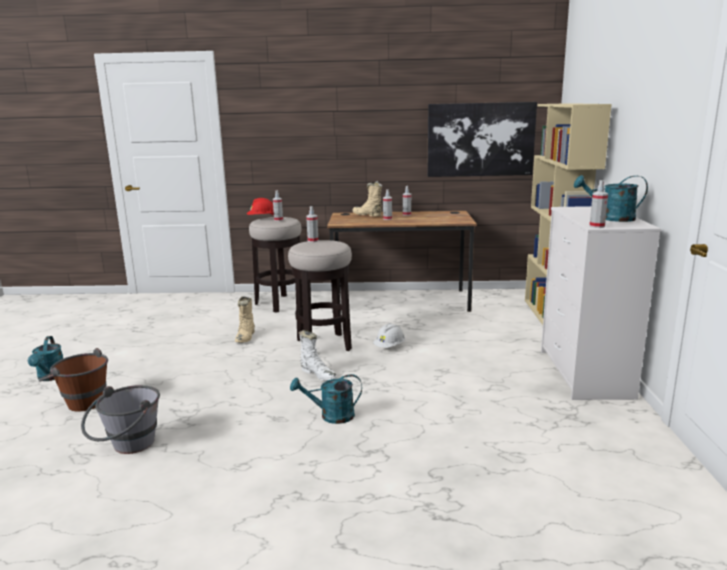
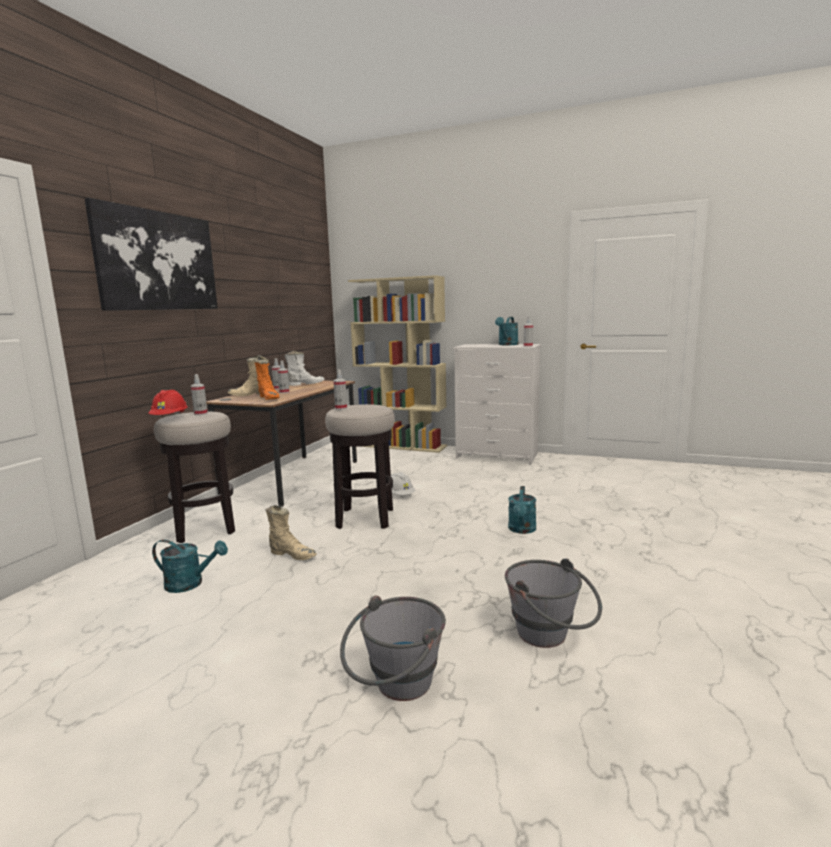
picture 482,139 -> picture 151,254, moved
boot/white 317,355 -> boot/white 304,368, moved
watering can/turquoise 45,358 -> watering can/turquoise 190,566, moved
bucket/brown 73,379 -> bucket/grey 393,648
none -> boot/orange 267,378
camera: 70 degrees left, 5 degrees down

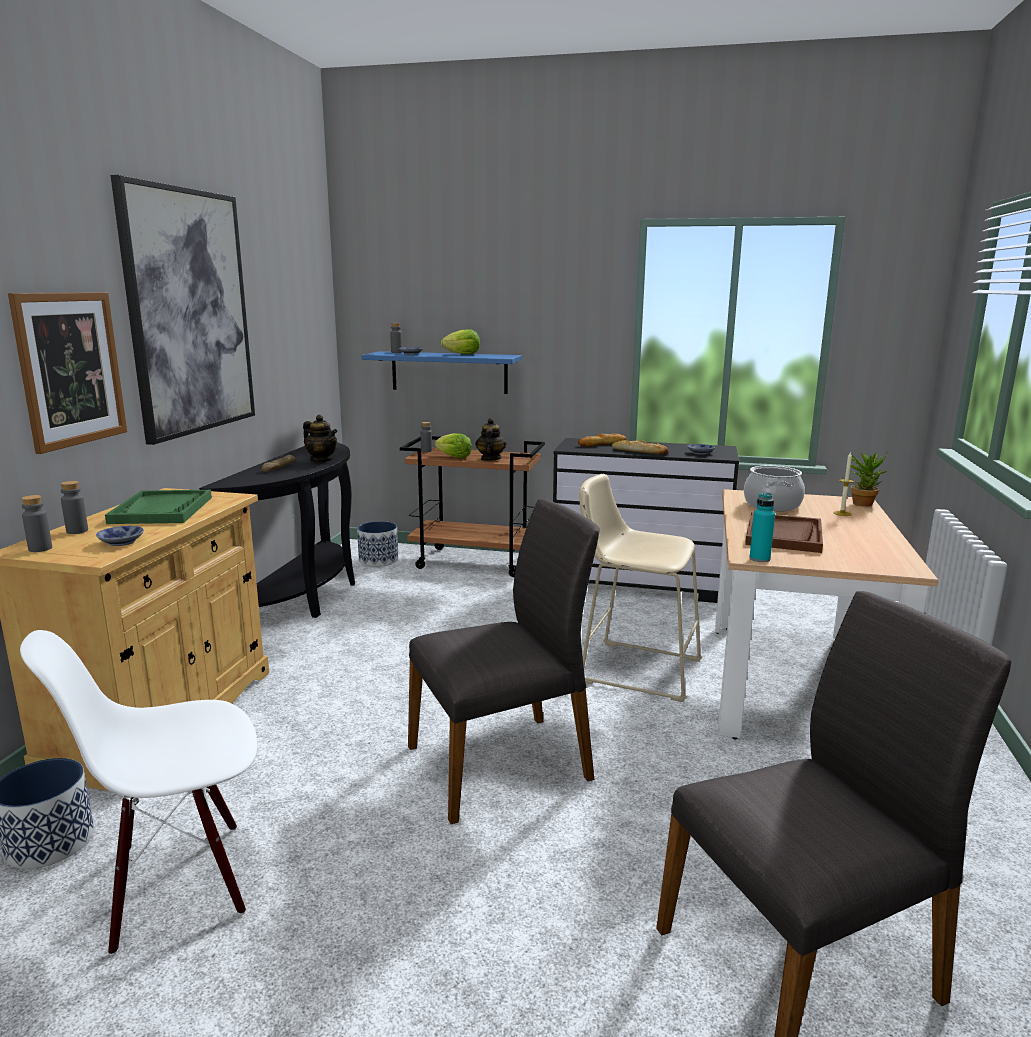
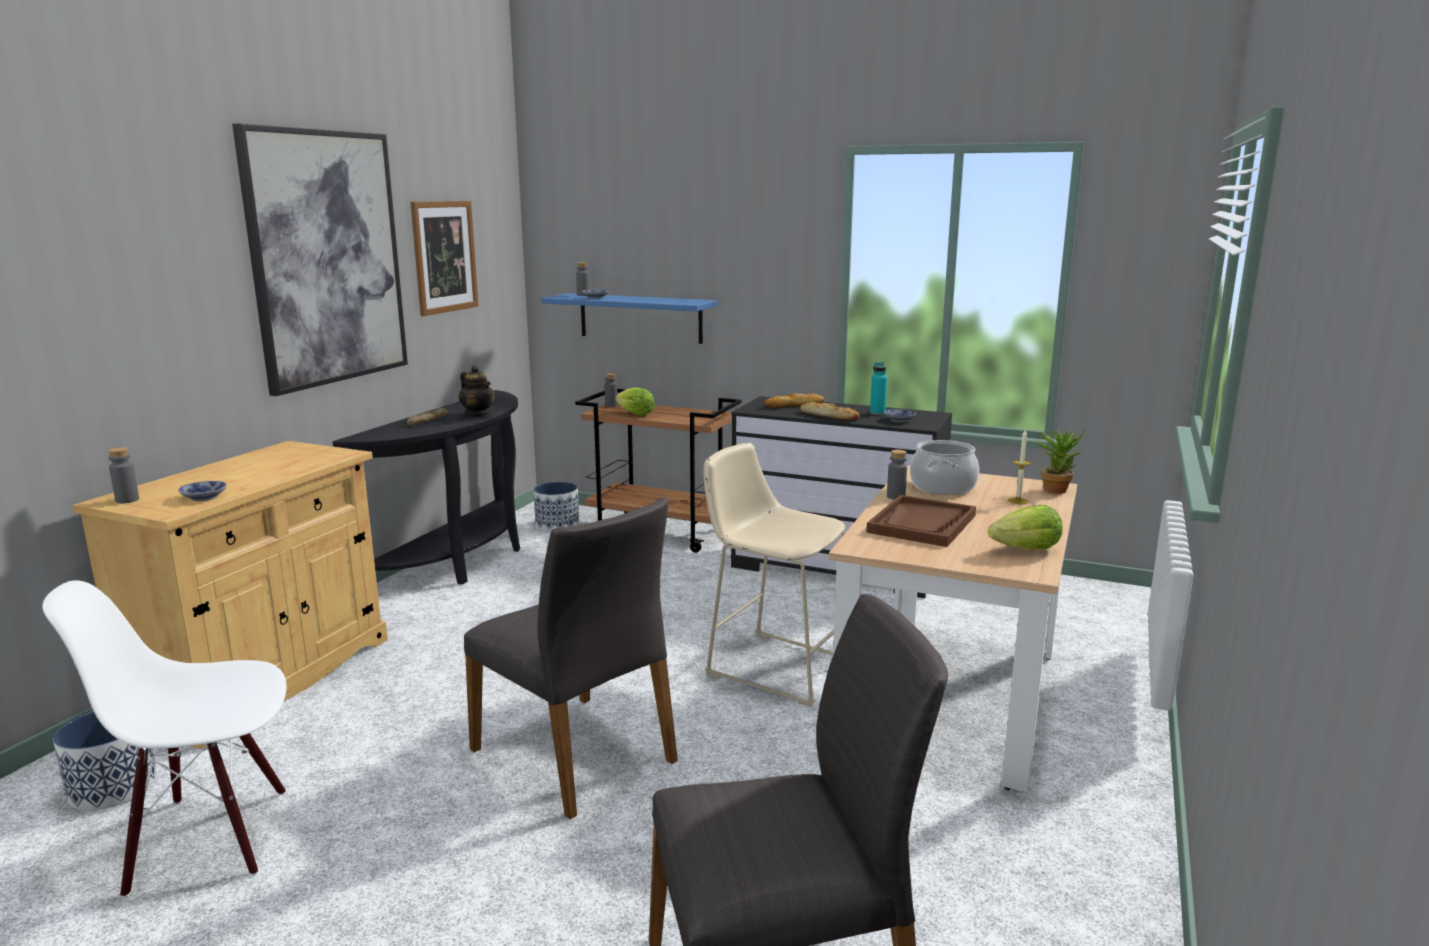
picture 67,373 -> picture 444,258, moved
lettuce 460,341 -> lettuce 1025,527, moved
teapot 491,439 -> none
bottle/grey 74,507 -> bottle/grey 897,475, moved
tray/green 158,507 -> none
bottle/turquoise 762,527 -> bottle/turquoise 878,388, moved
chair/grey 504,661 -> chair/grey 571,658, 60 degrees clockwise
camera: 10 degrees right, 0 degrees up

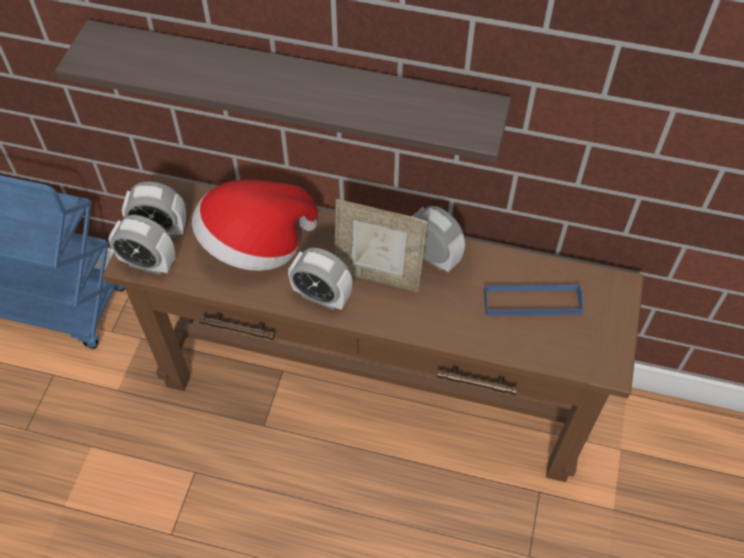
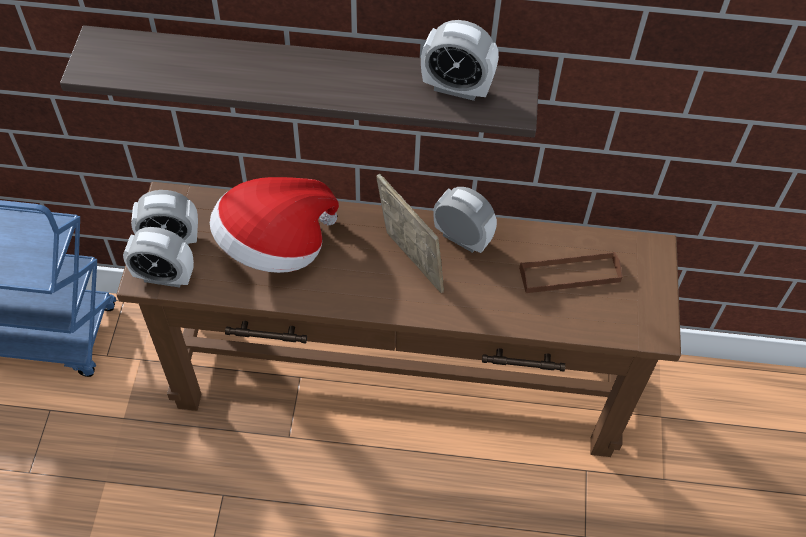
picture frame 381,246 -> picture frame 410,233, 135 degrees counterclockwise
alarm clock 320,279 -> alarm clock 460,60, moved
tray/blue 533,299 -> tray/brown 571,272
camera: 10 degrees left, 0 degrees up

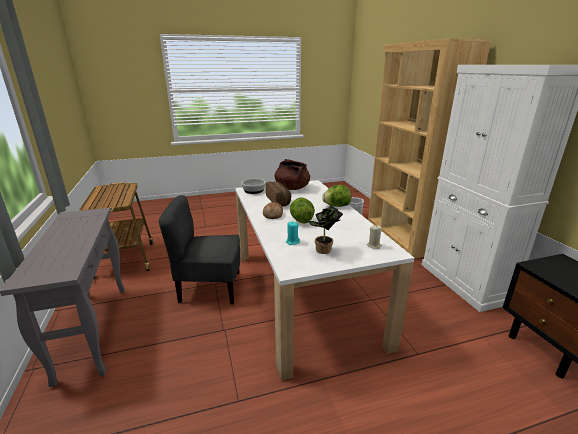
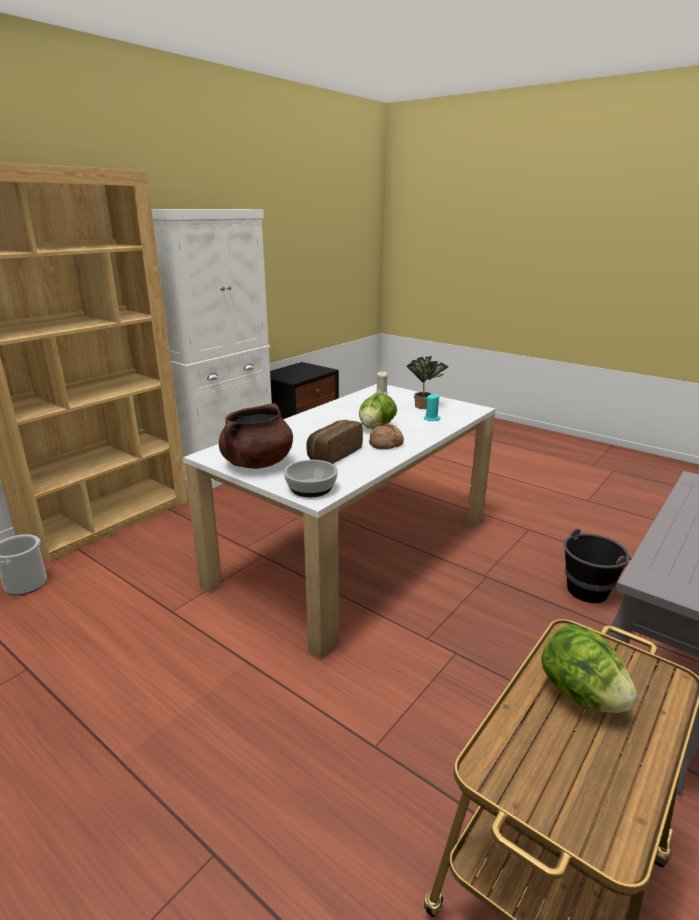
lettuce 336,196 -> lettuce 590,668, moved
chair/grey 199,249 -> none
none -> bucket/black 597,566
camera: 125 degrees left, 0 degrees up

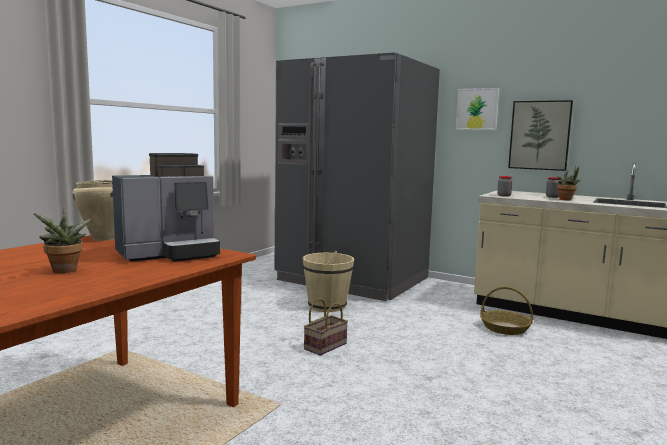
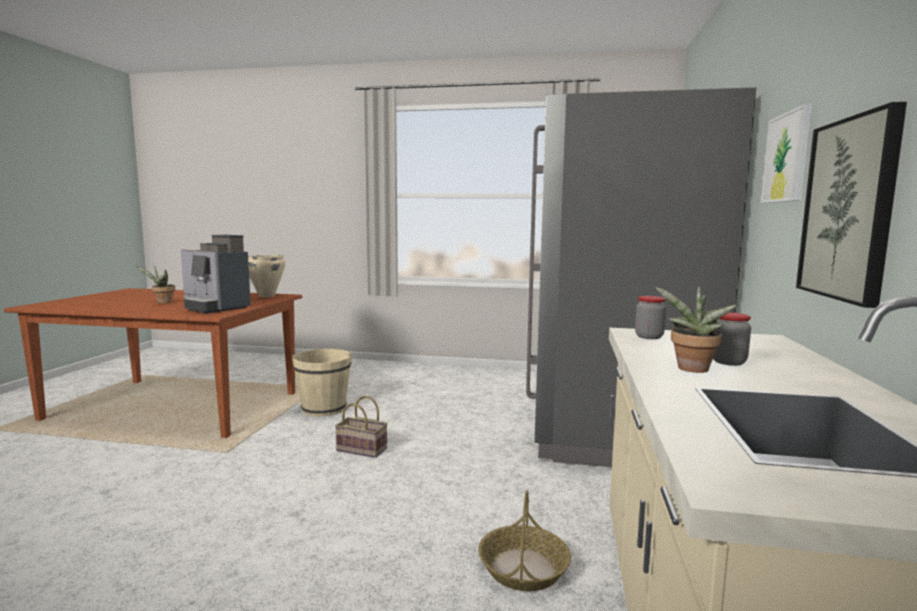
bucket/beige 328,281 -> bucket/beige 322,383, moved
camera: 70 degrees right, 0 degrees up

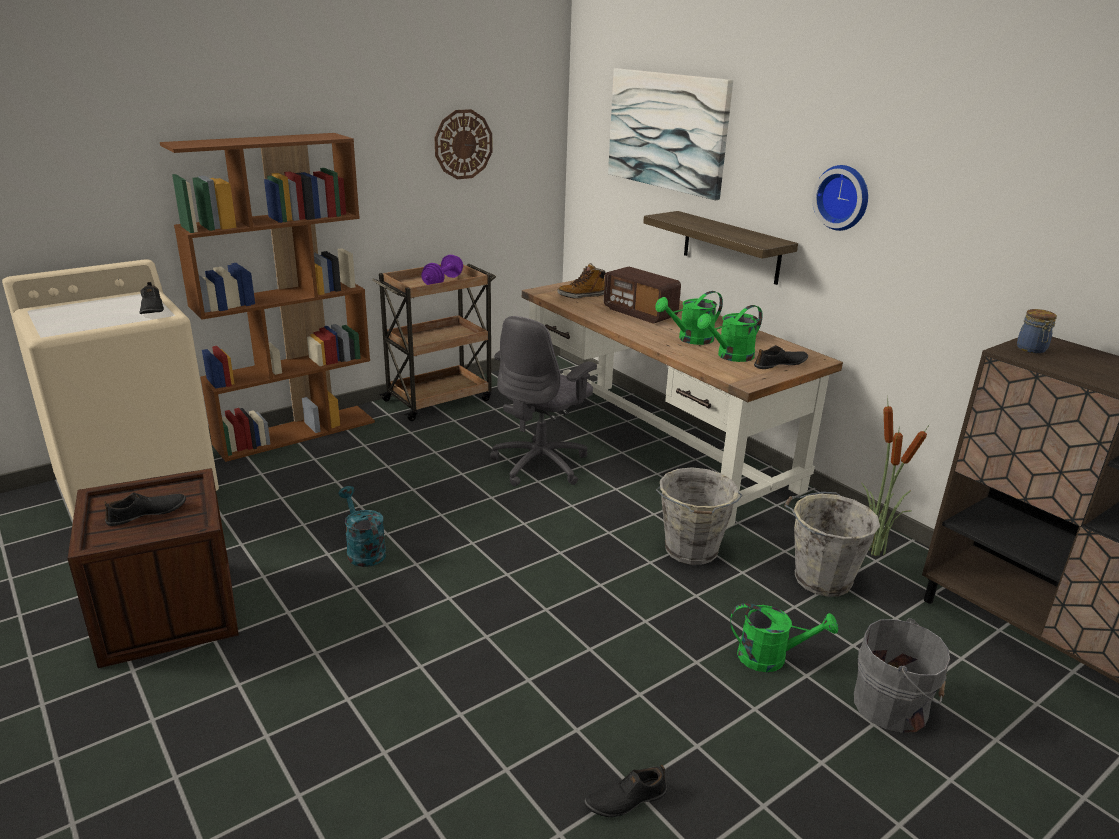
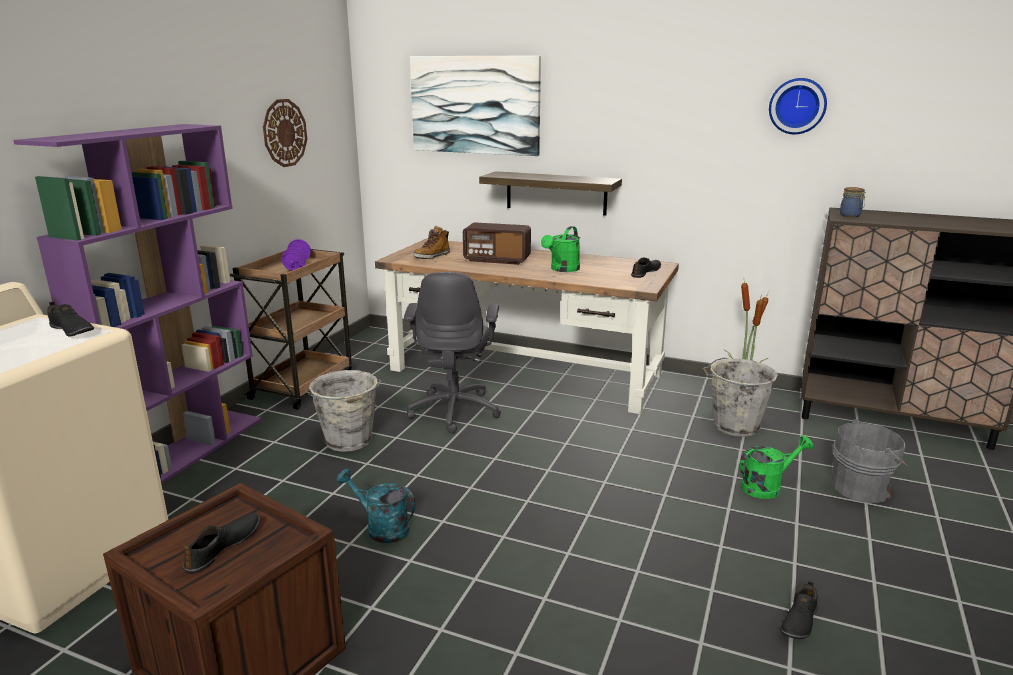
bookcase/brown 267,297 -> bookcase/purple 137,304
wall clock 840,198 -> wall clock 798,106, moved
watering can/green 730,333 -> none
bucket/grey 699,516 -> bucket/grey 344,411, moved
camera: 30 degrees left, 5 degrees down

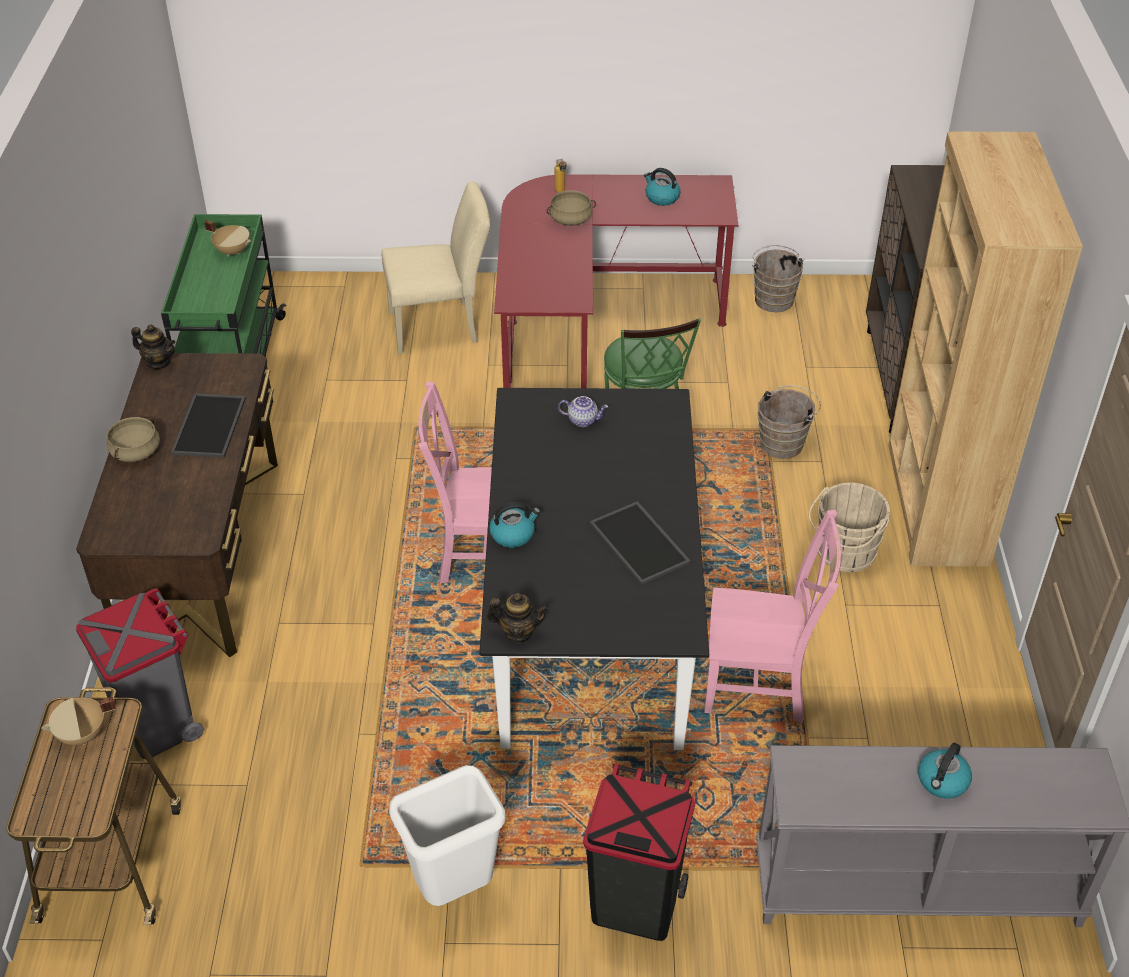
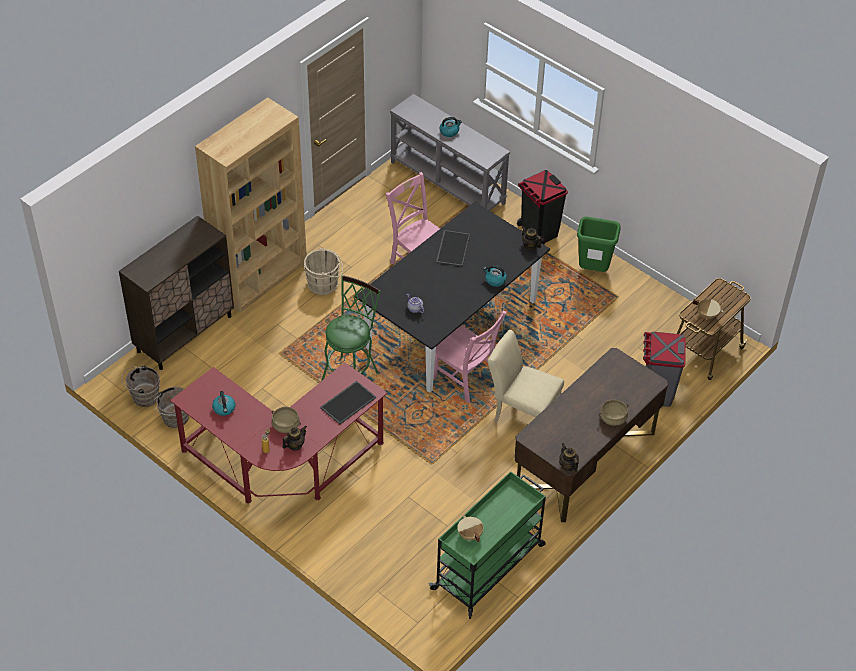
chair/beige 435,268 -> chair/beige 526,376, moved
bucket/brown 789,422 -> bucket/brown 140,386, moved
tray 208,426 -> tray 348,402, moved
trash can/white 447,835 -> trash can/green 599,244
none -> teapot 294,437
camera: 140 degrees left, 5 degrees up

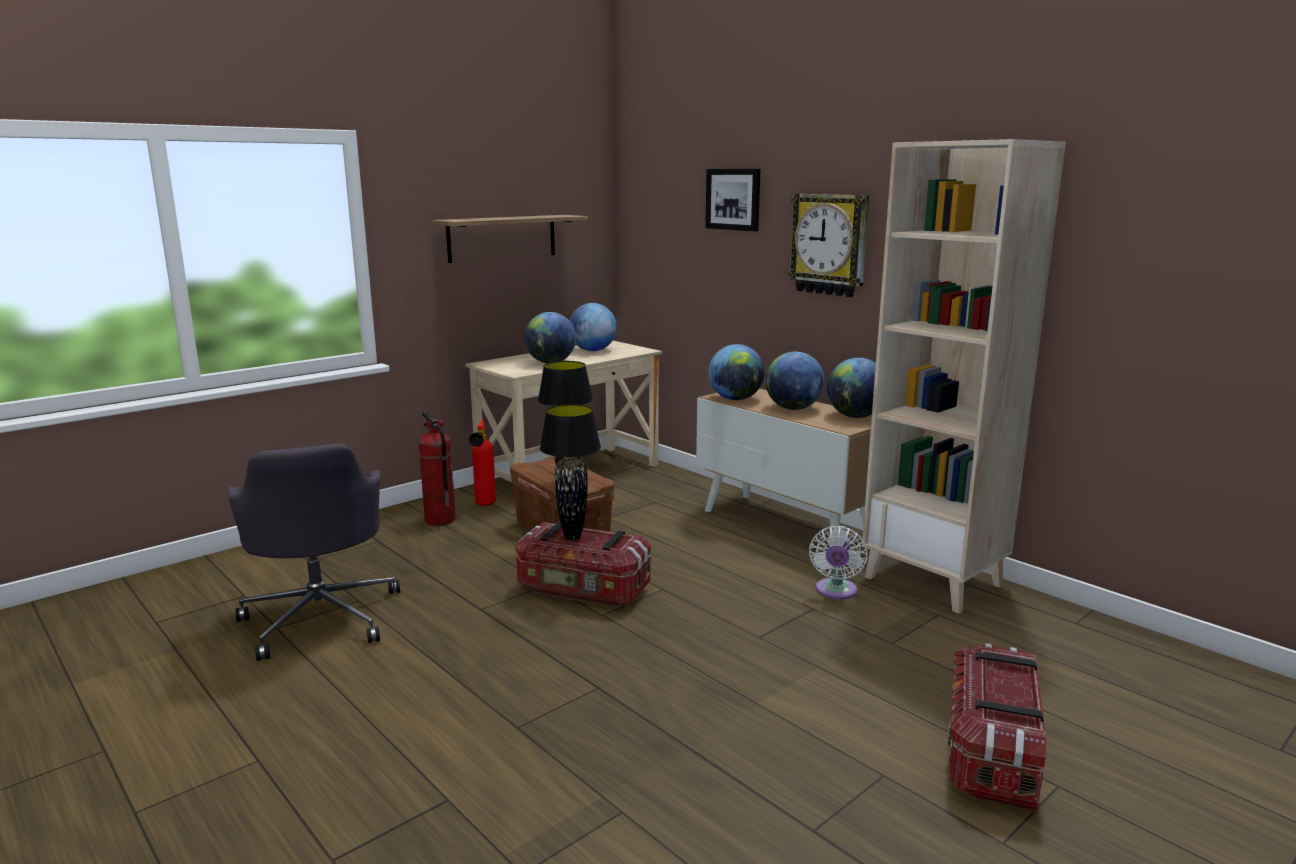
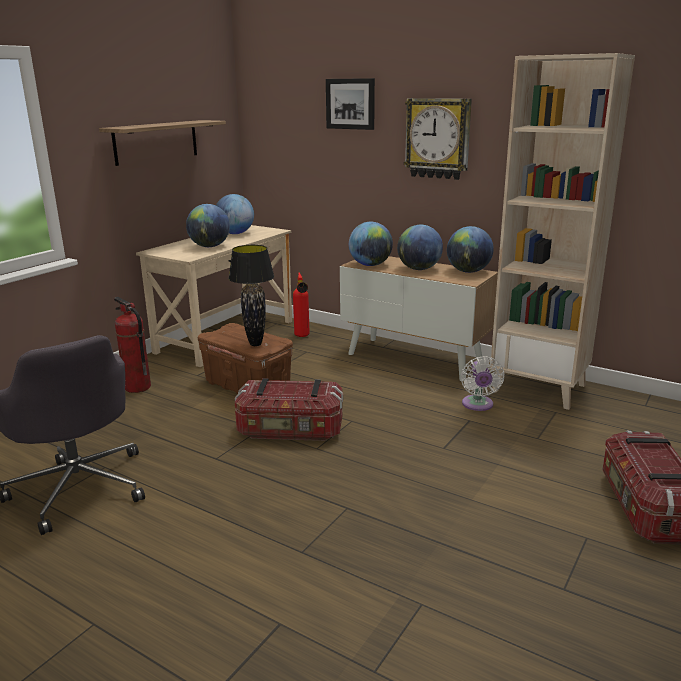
table lamp/black 570,472 -> none
fire extinguisher 482,462 -> fire extinguisher 301,305, moved
camera: 15 degrees left, 5 degrees up

